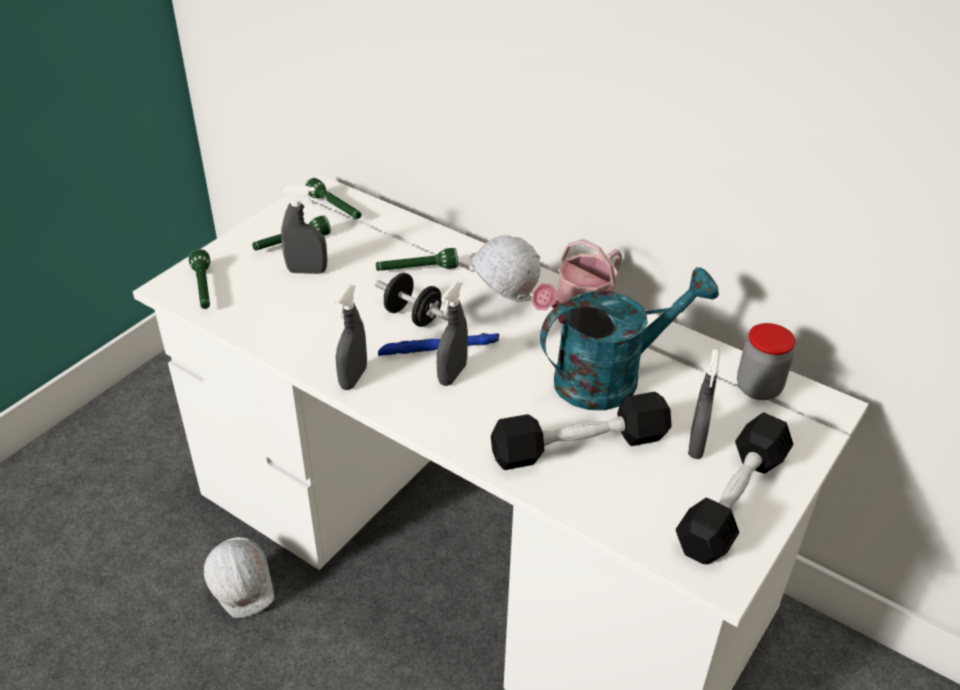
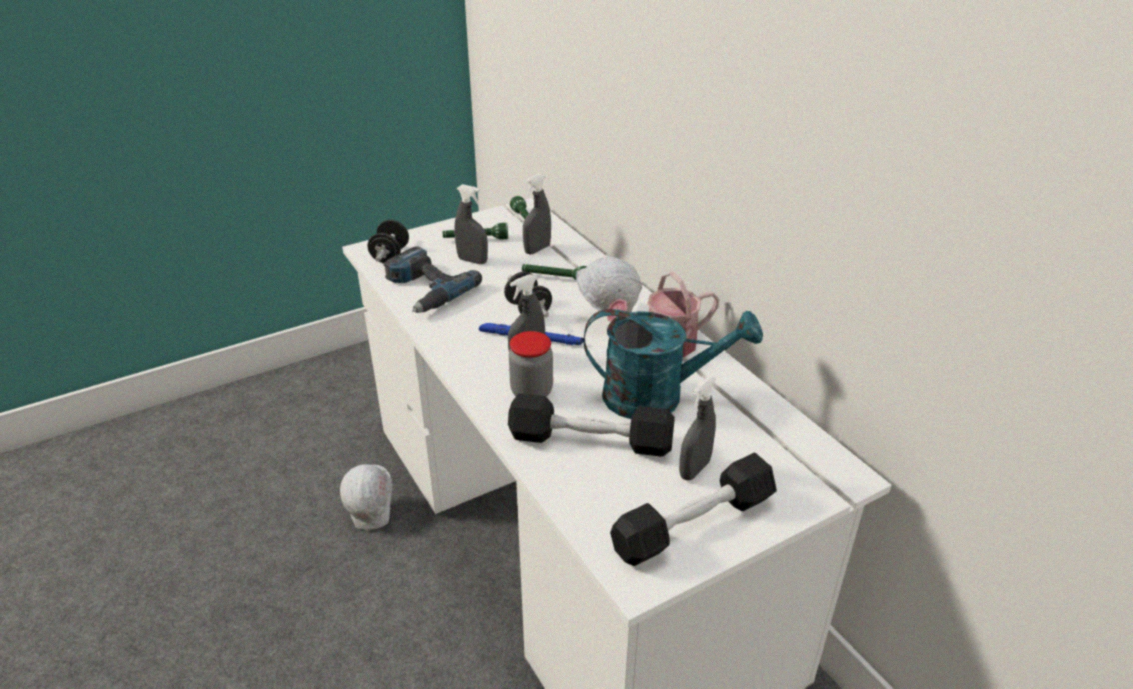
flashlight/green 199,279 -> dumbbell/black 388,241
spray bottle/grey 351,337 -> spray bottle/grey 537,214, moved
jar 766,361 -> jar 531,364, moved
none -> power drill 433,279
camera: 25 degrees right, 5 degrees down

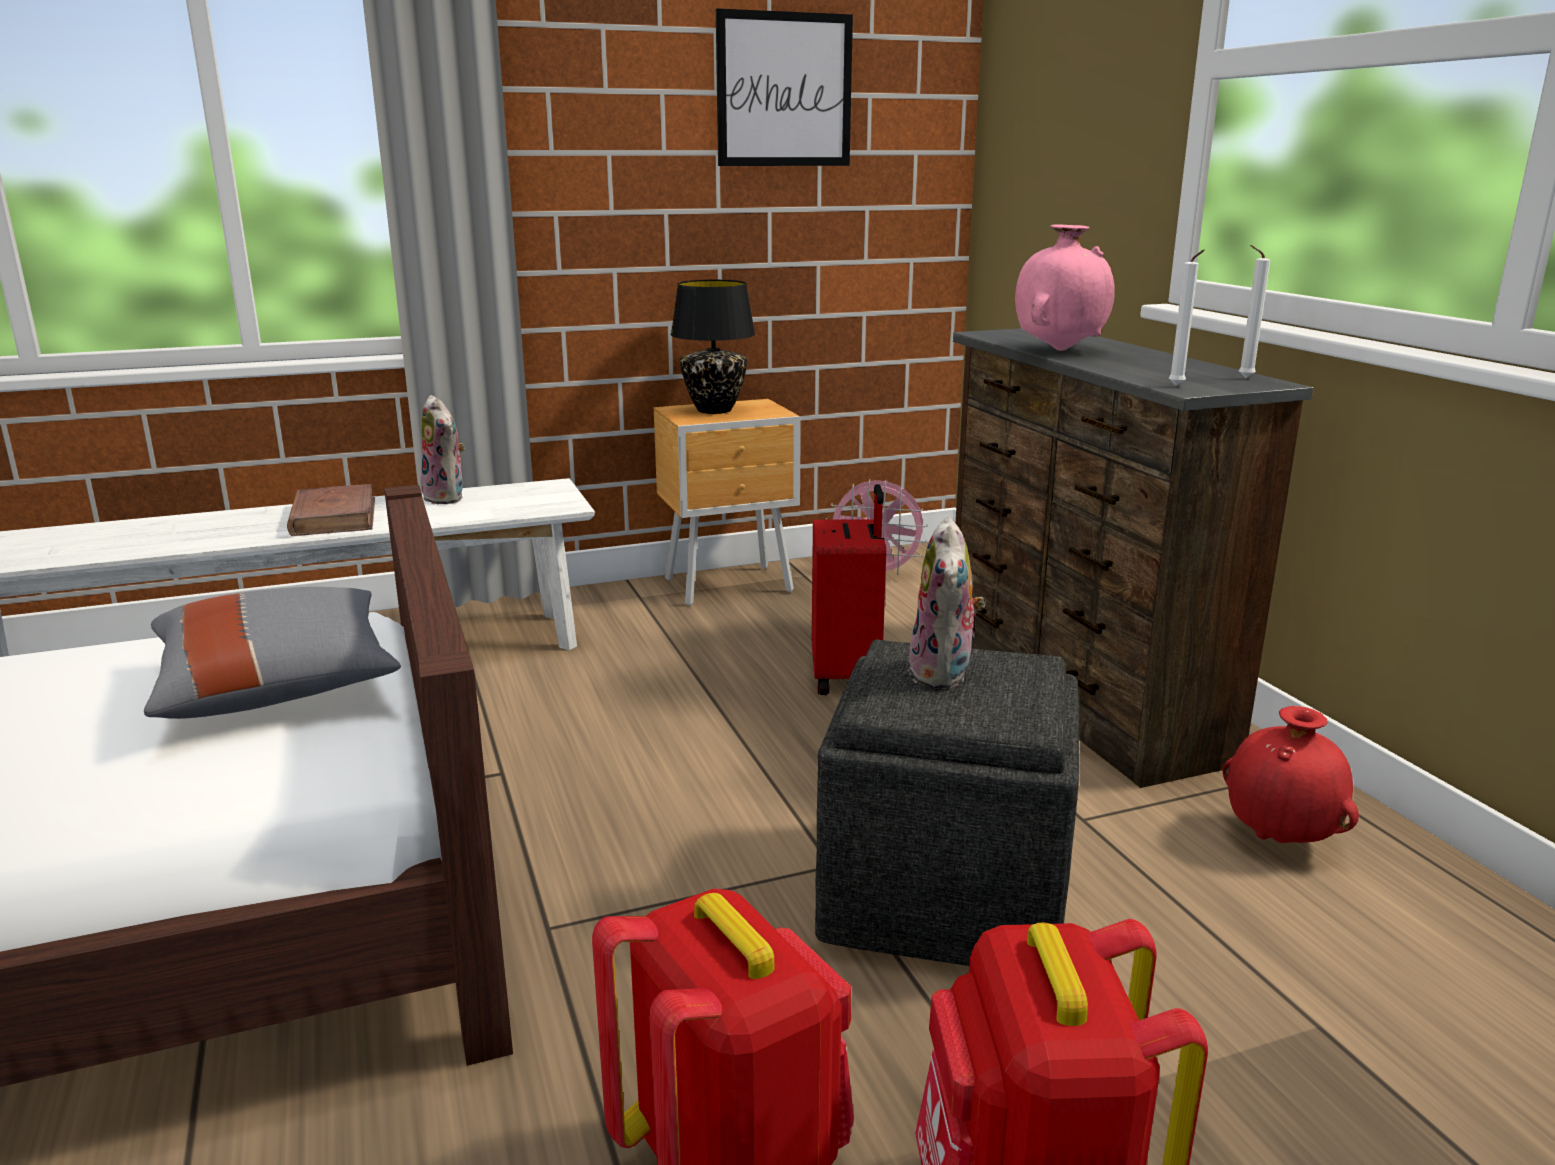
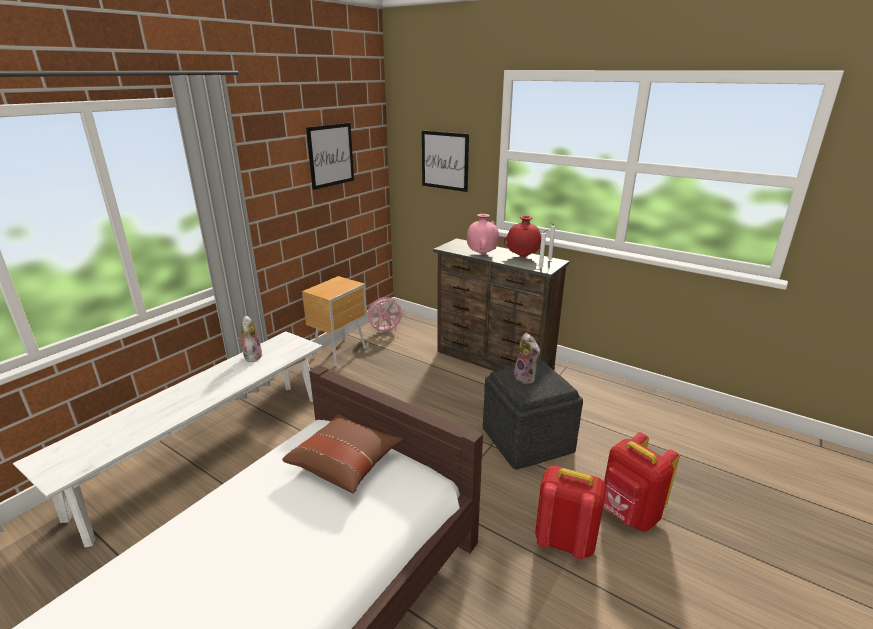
table lamp/black 713,347 -> none
plush toy 443,449 -> plush toy 250,338, 120 degrees counterclockwise
book/brown 331,510 -> none
suitcase/red 849,589 -> none
pillow/grey 272,653 -> pillow/brown 342,453
vase/red 1291,774 -> vase/red 522,236, moved
none -> picture 445,161
camera: 35 degrees left, 5 degrees up

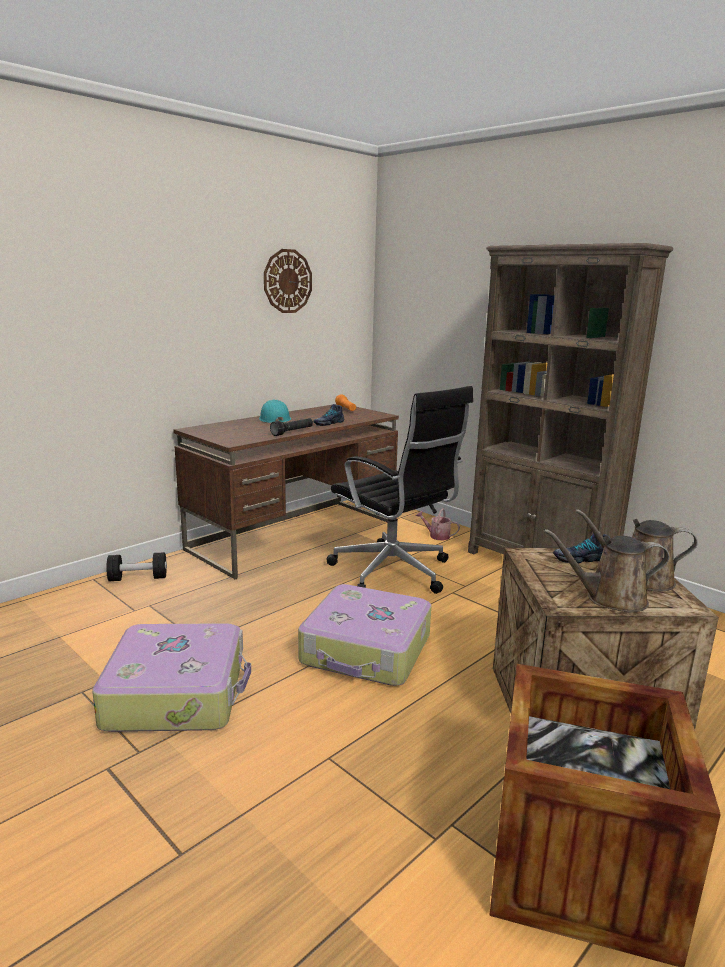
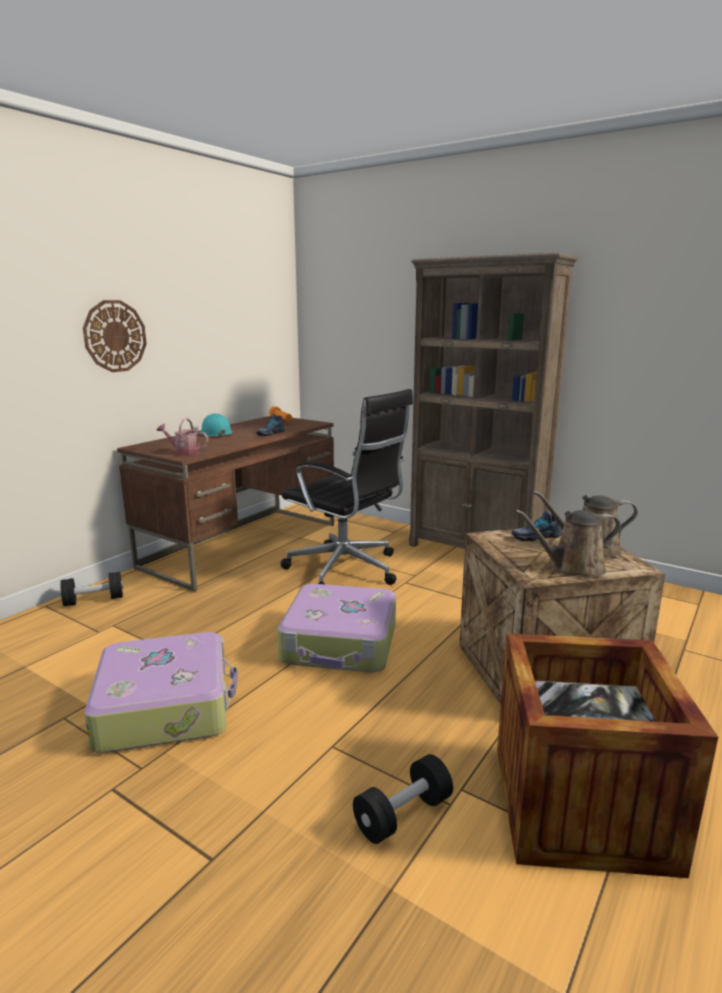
wall clock 288,281 -> wall clock 115,336, moved
flashlight/black 291,427 -> none
watering can 438,524 -> watering can 182,437, moved
none -> dumbbell/black 403,799
camera: 10 degrees left, 0 degrees up

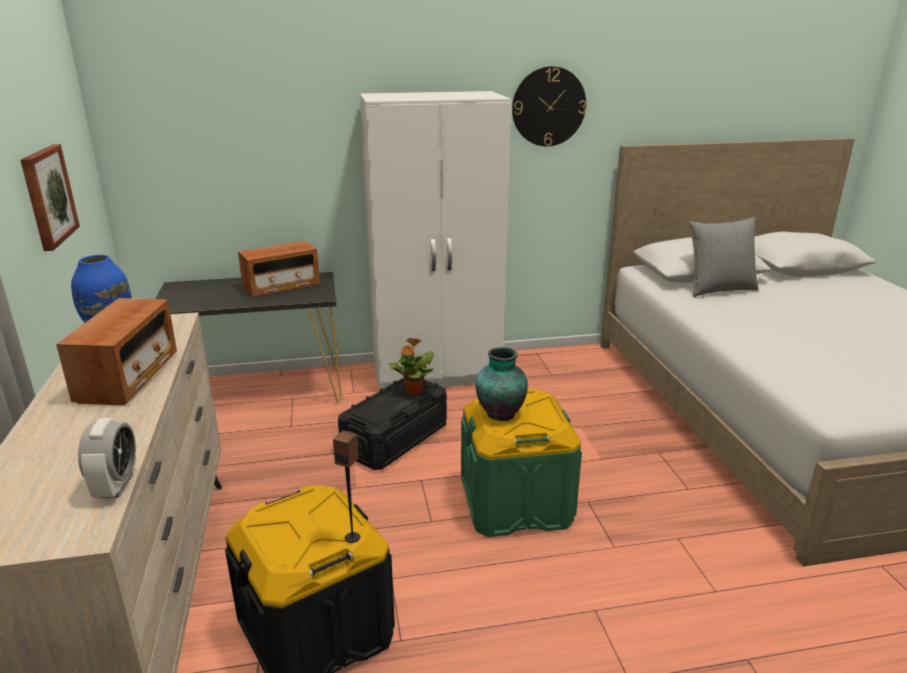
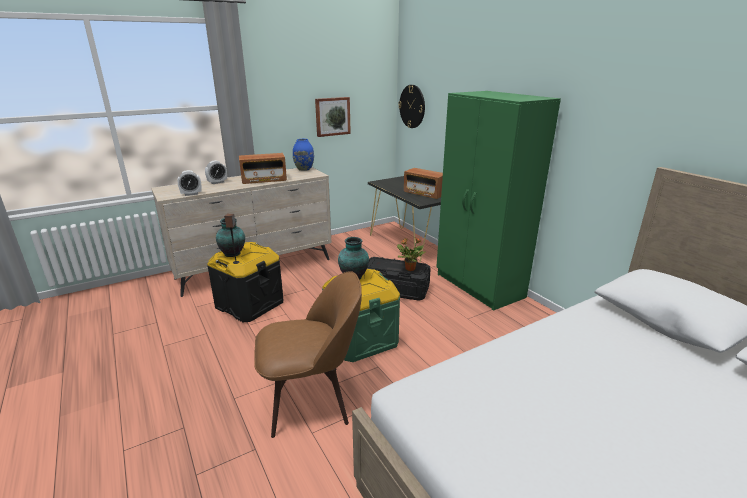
wall clock 549,106 -> wall clock 411,106, moved
wardrobe/white 435,240 -> wardrobe/green 498,201
pillow/grey 724,257 -> none
none -> alarm clock 216,172
none -> vase 230,237
none -> chair/brown 308,354
camera: 70 degrees right, 0 degrees up

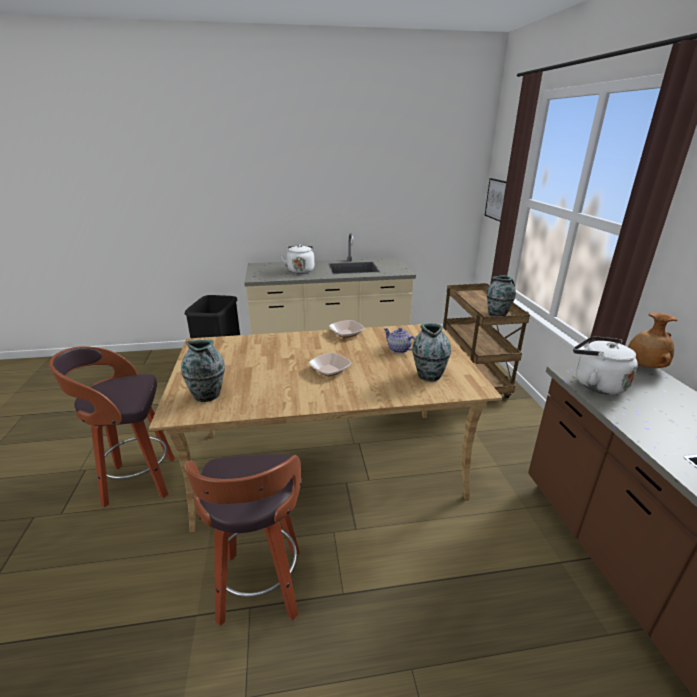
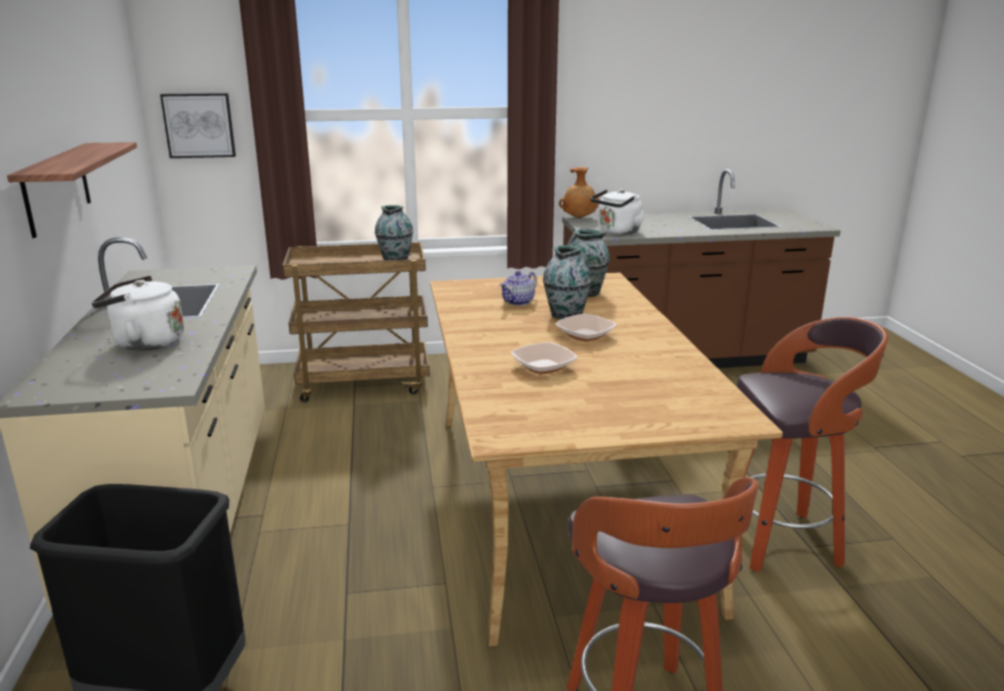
bowl 347,329 -> bowl 544,358, moved
vase 203,371 -> vase 567,282, moved
none -> shelf 72,190
camera: 90 degrees left, 5 degrees down

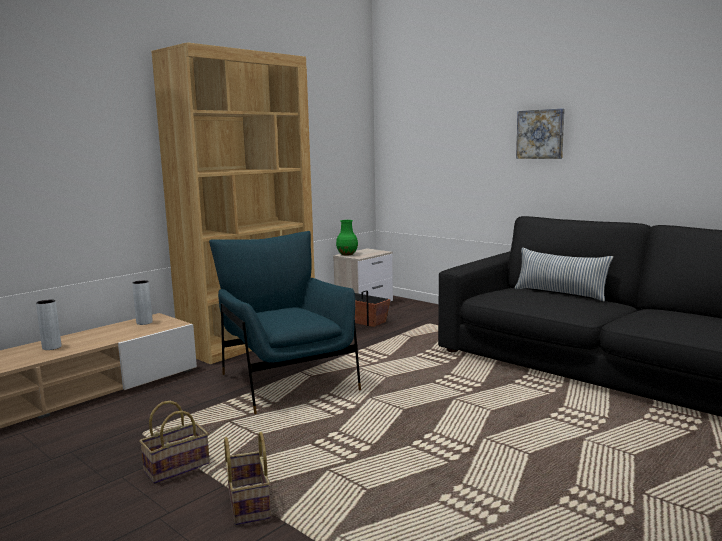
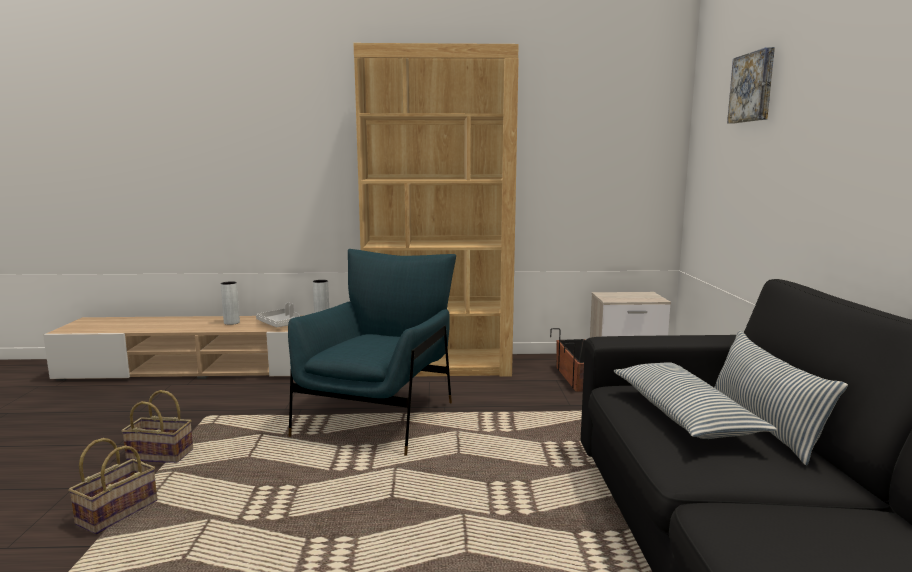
picture 540,133 -> picture 751,85, moved
vase/green 347,238 -> none
none -> tray/grey 278,315
none -> pillow 695,400
camera: 45 degrees right, 0 degrees up

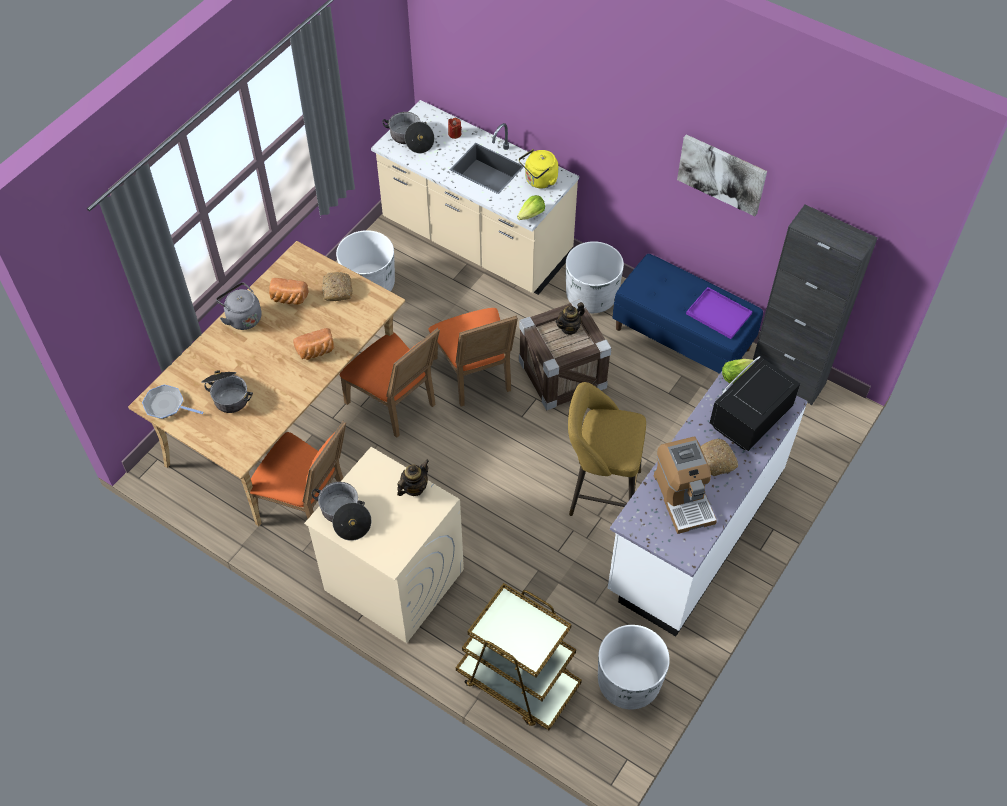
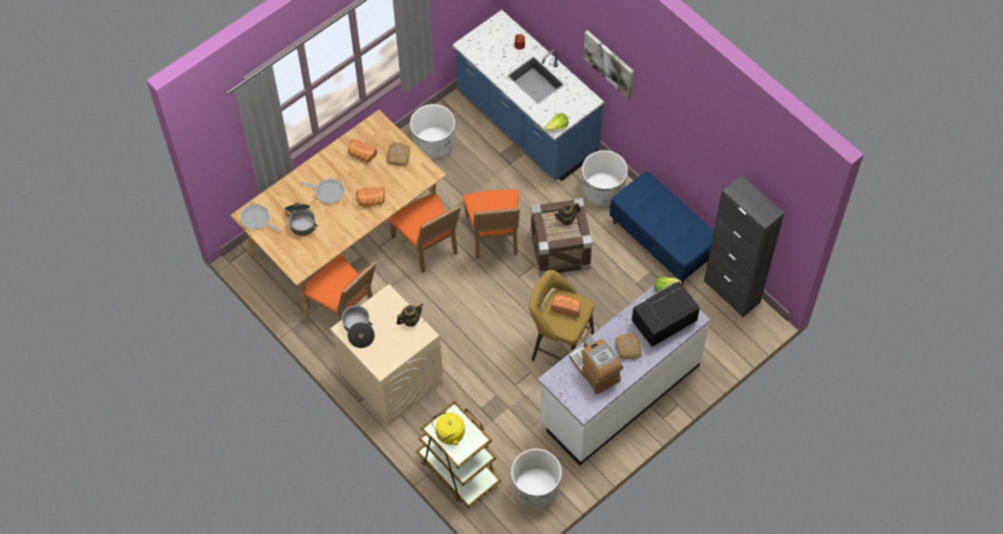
counter/beige 475,197 -> counter/blue 528,95
cooking pot 408,133 -> none
picture 722,175 -> picture 608,64, moved
kettle/yellow 538,168 -> kettle/yellow 448,428, moved
kettle/grey 239,306 -> none
tray/purple 719,313 -> none
coffee machine 685,485 -> coffee machine 596,366, 150 degrees clockwise
none -> frying pan 323,191
none -> bread 566,306
camera: 15 degrees right, 5 degrees up

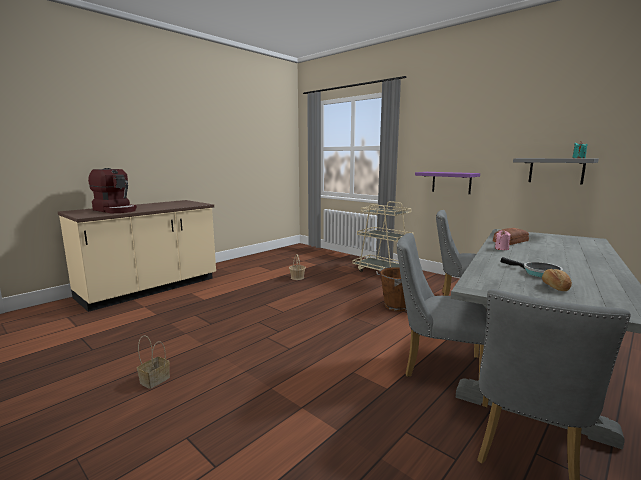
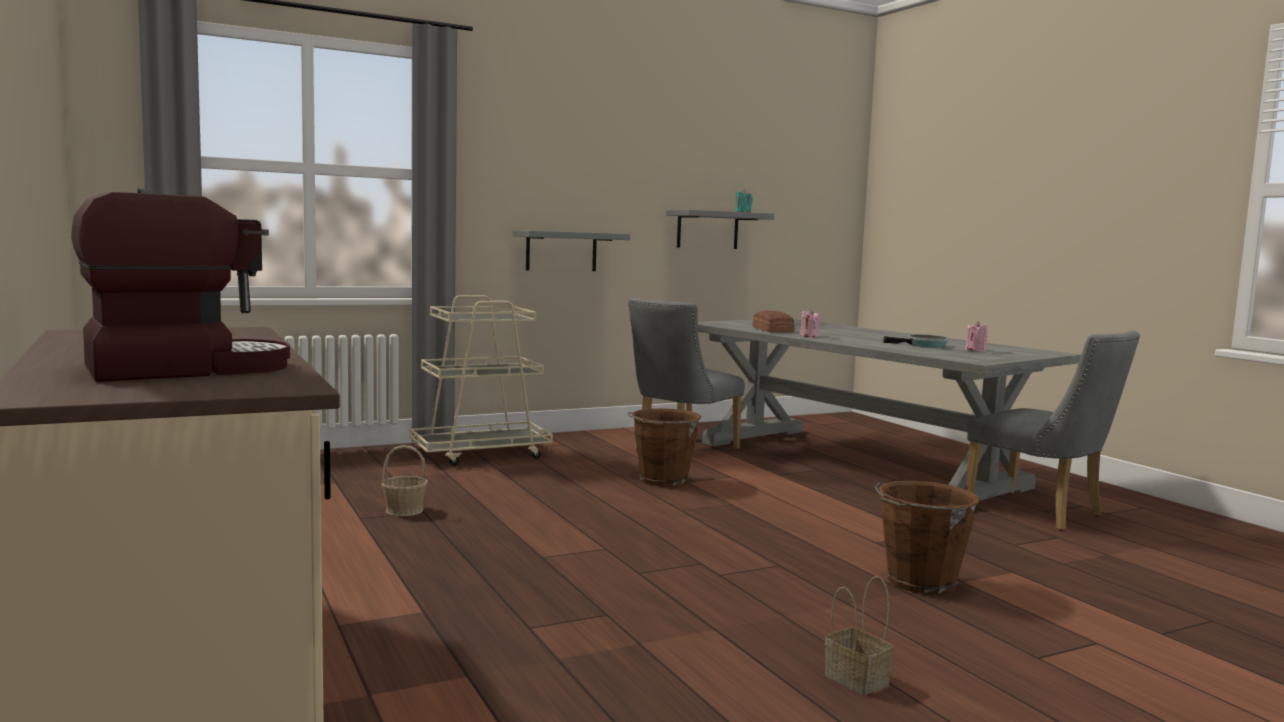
shelf/purple 447,183 -> shelf/grey 571,250
chair/grey 442,305 -> none
bread 557,280 -> candle/pink 977,336
none -> bucket/brown 927,538
camera: 70 degrees left, 5 degrees down

